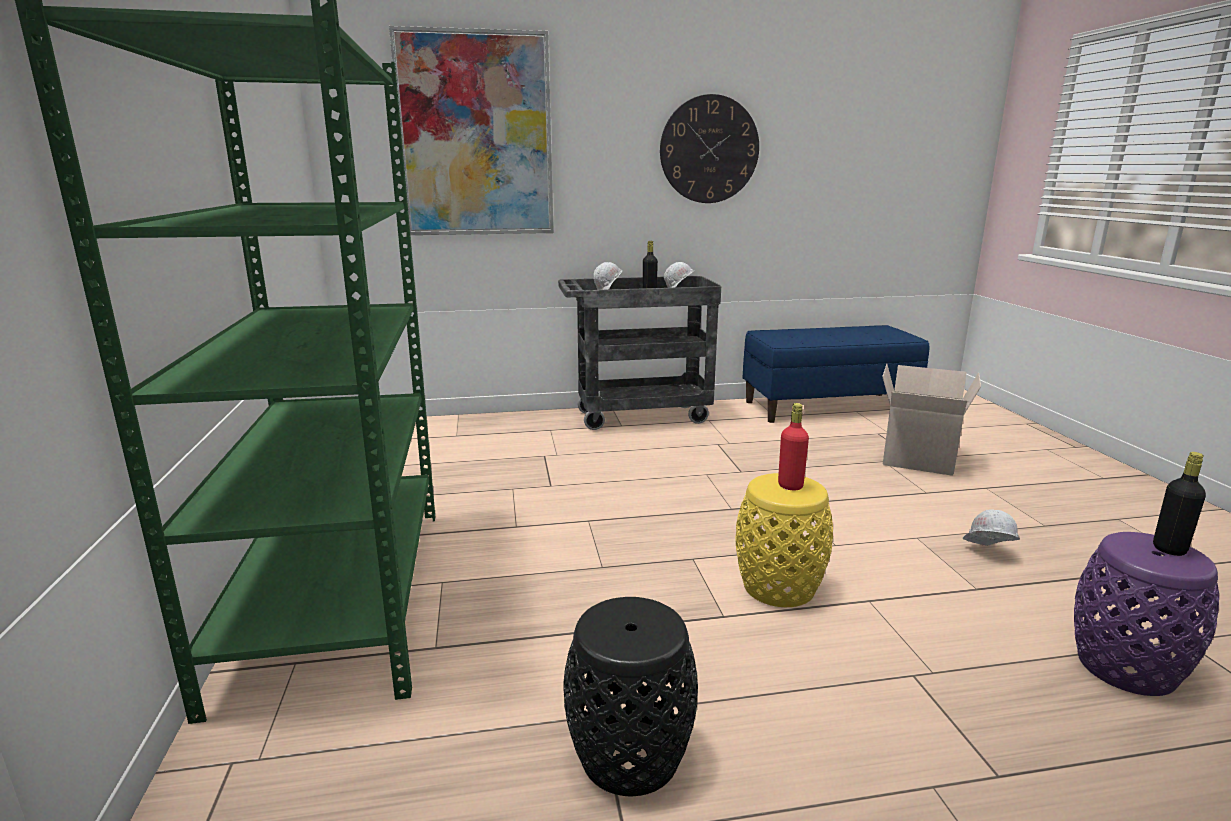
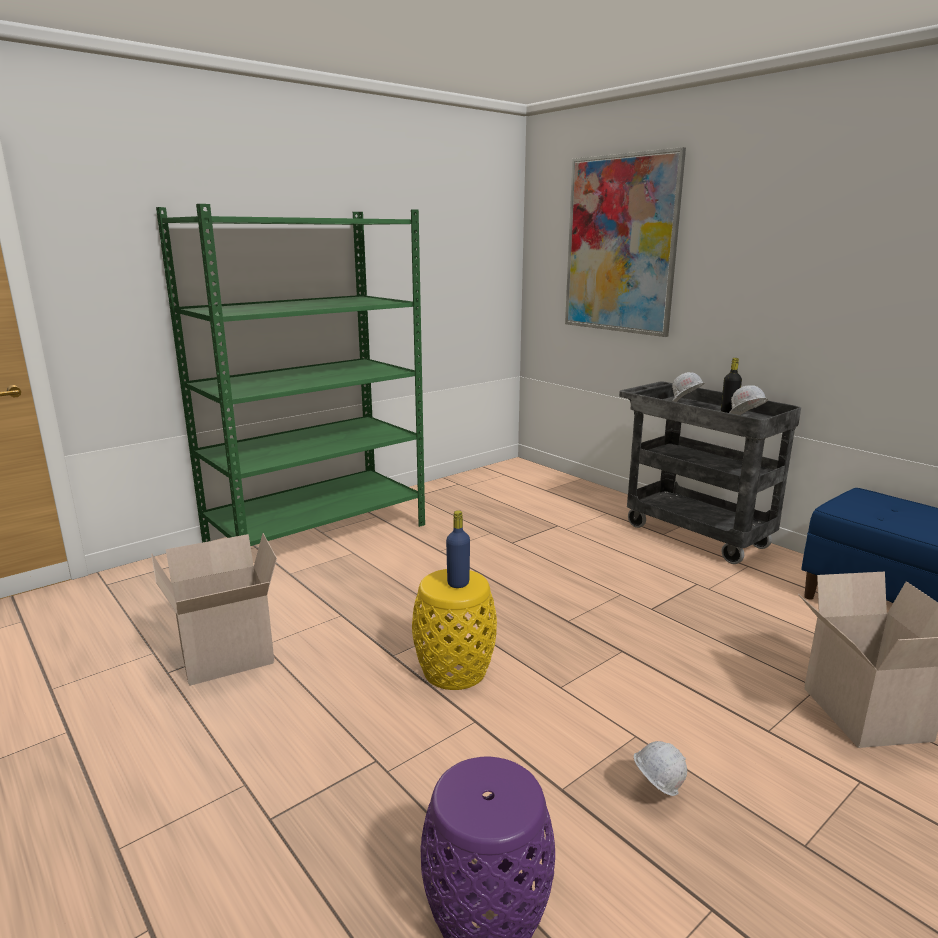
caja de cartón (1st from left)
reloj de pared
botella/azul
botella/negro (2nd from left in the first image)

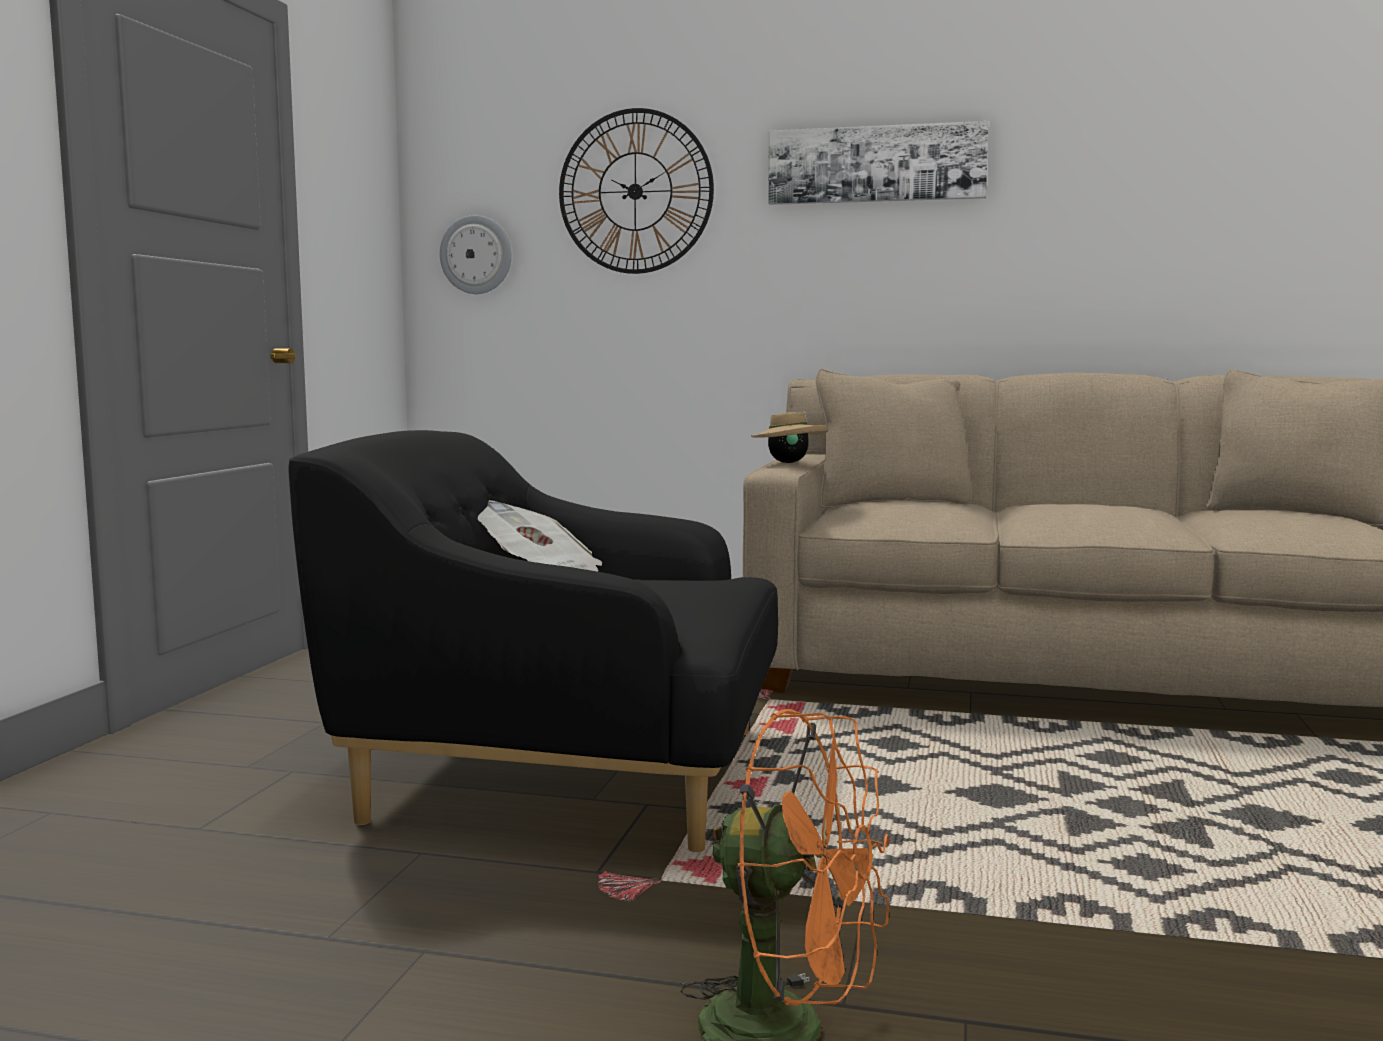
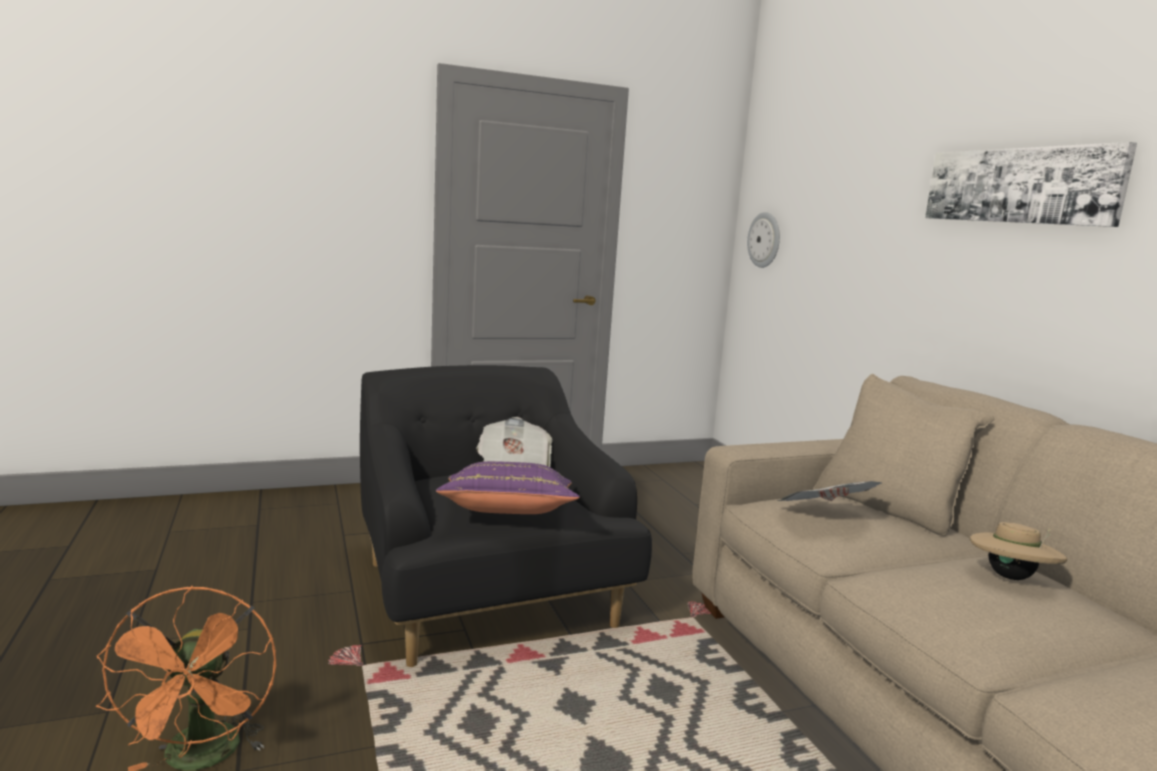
reloj de pared (2nd from left in the first image)
sombrero/beis
cojín/morado
periódico (2nd from left)

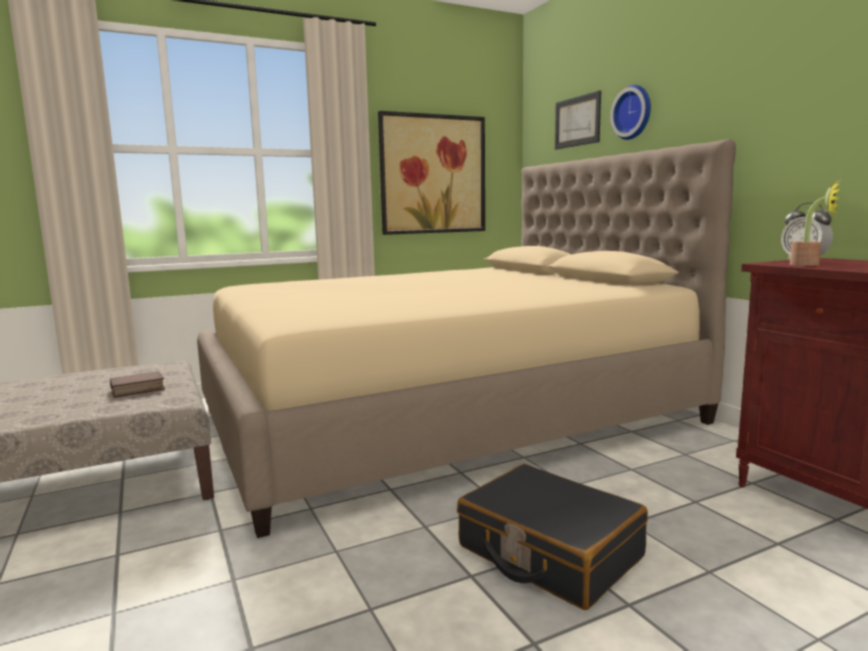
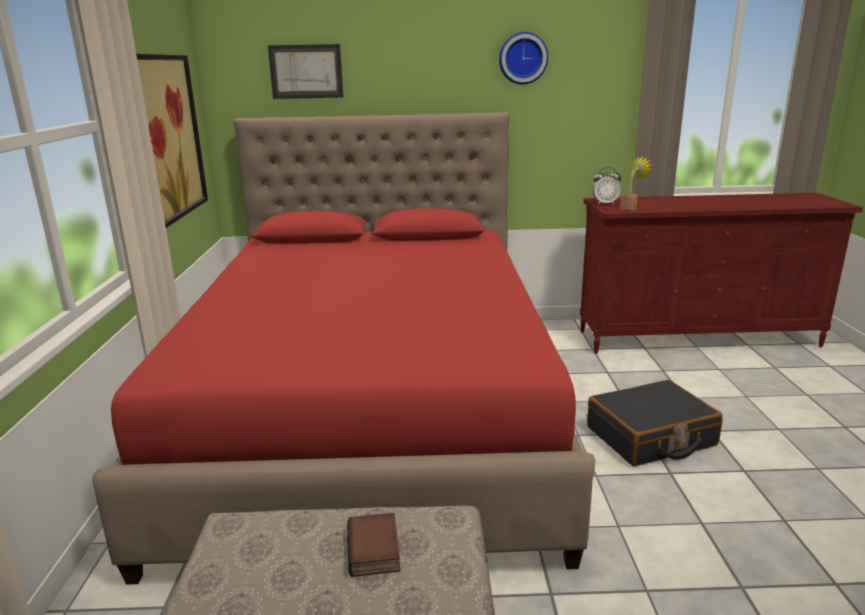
cama/rojo
reloj de pared

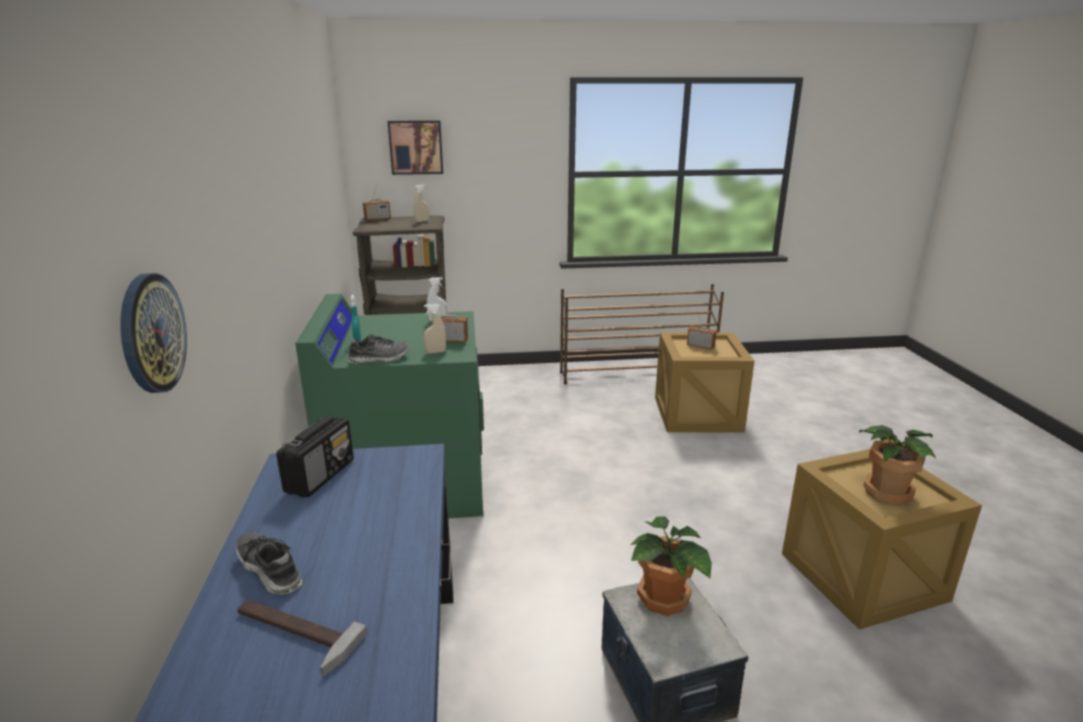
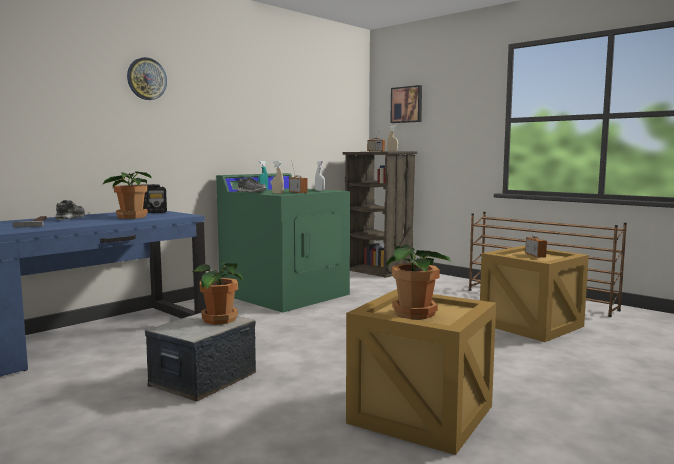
reloj de pared
planta en maceta (1st from left)

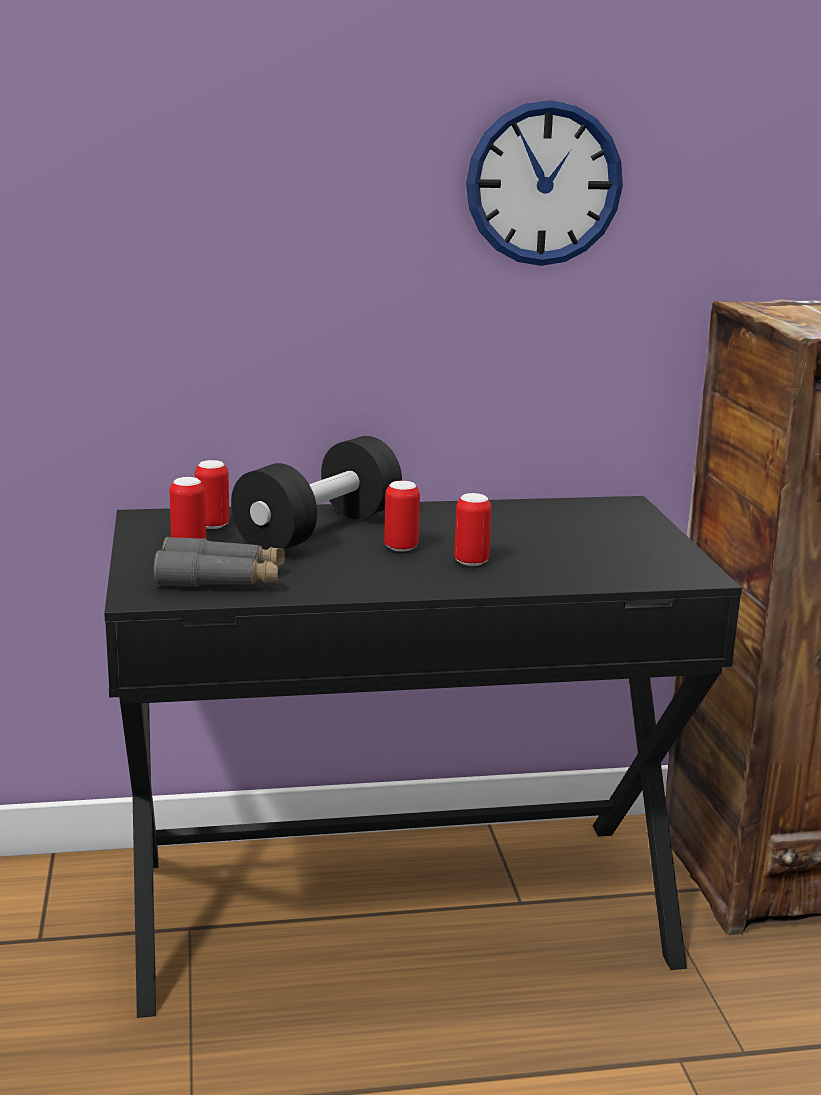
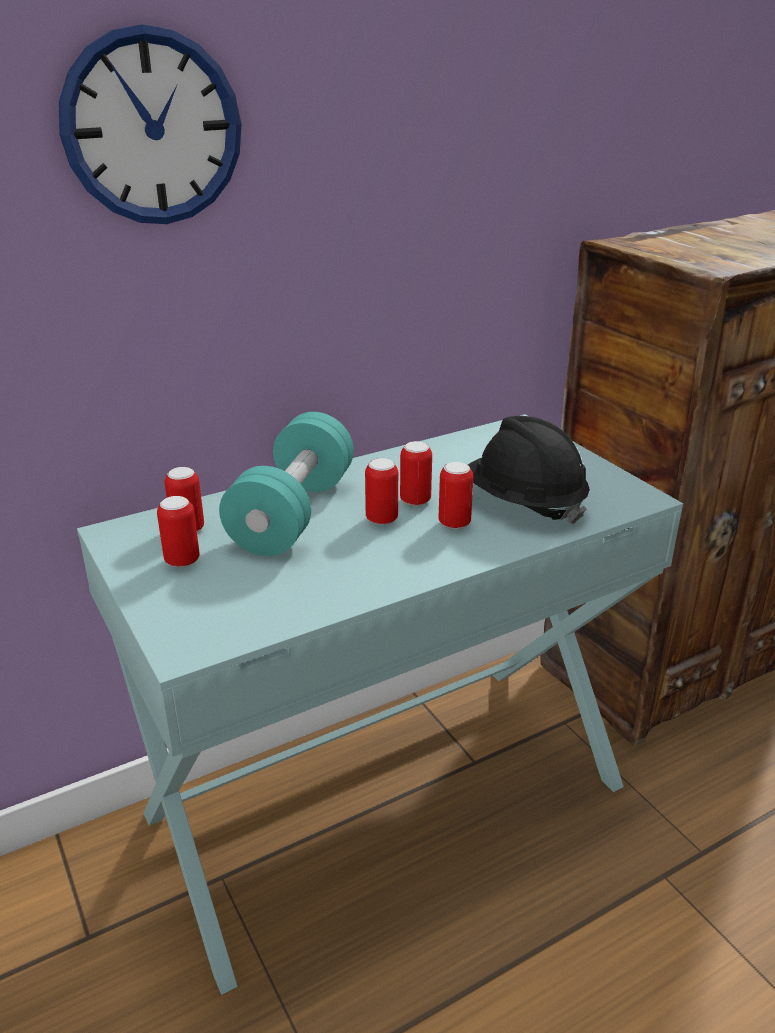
escritorio/turquesa
prismáticos/gris
mancuerna/turquesa
reloj de pared
lata (4th from left)
casco/negro

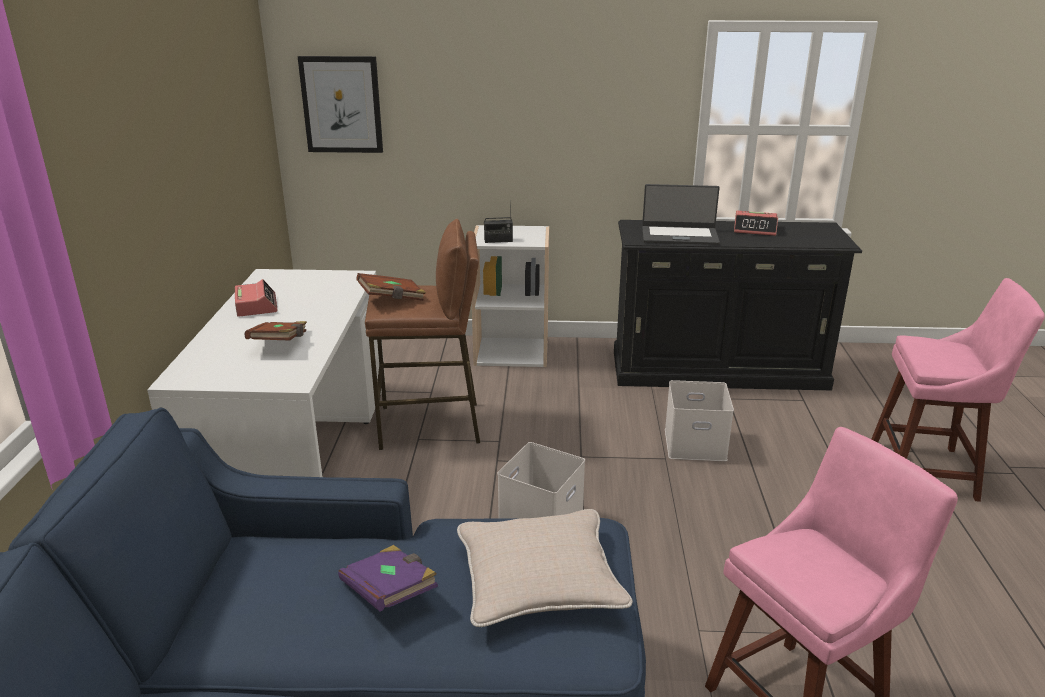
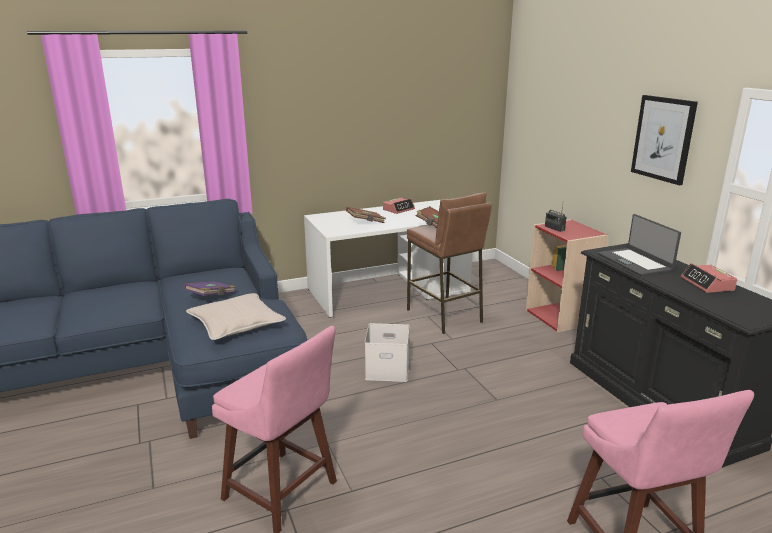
cuadro
estantería/rojo
caja de almacenaje/blanco (2nd from left in the first image)

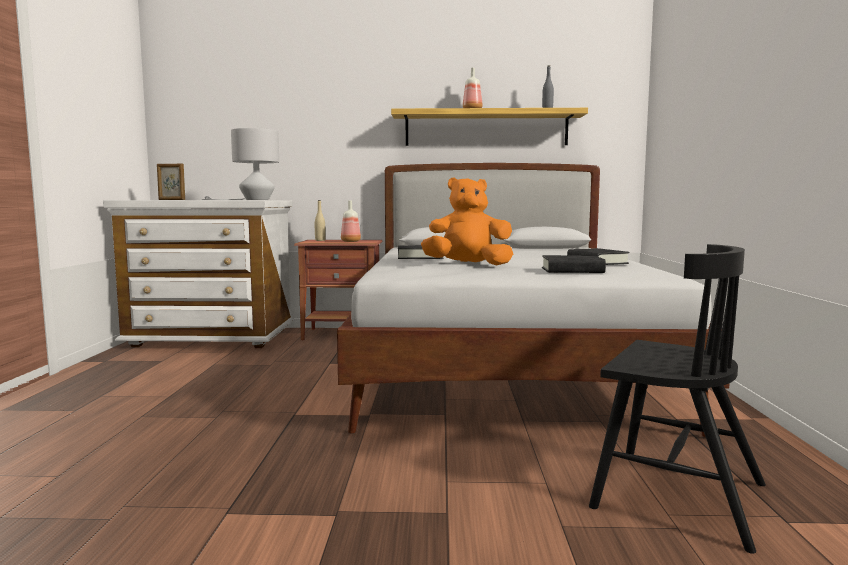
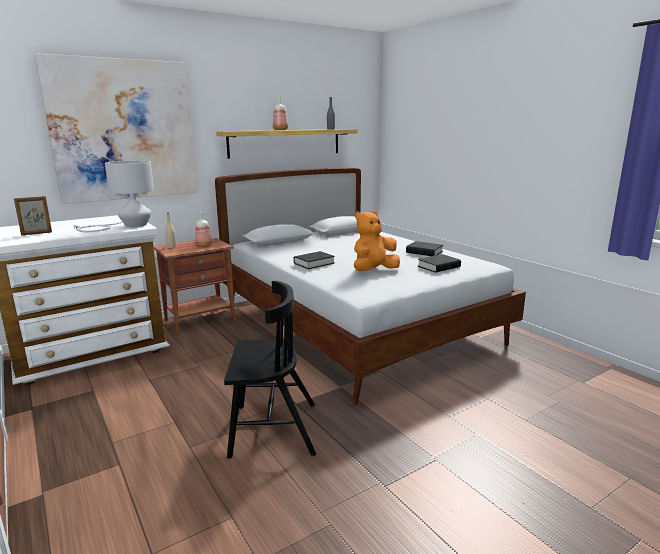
silla/negro
cuadro

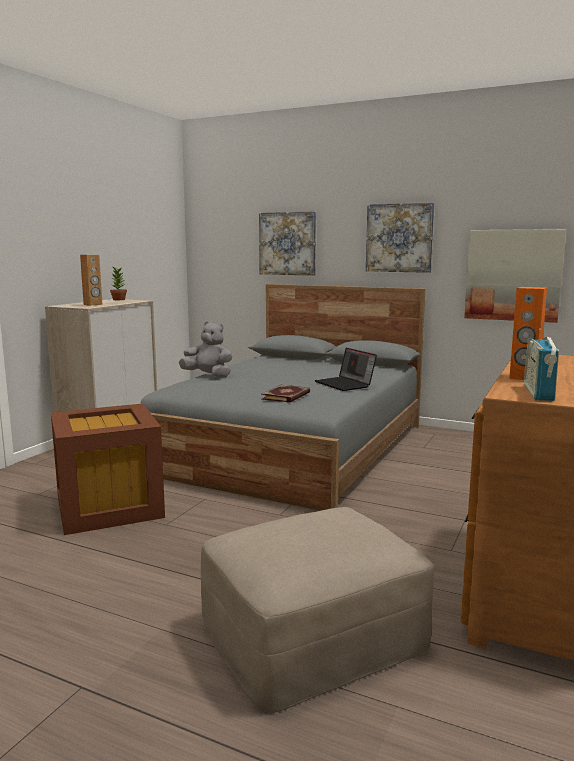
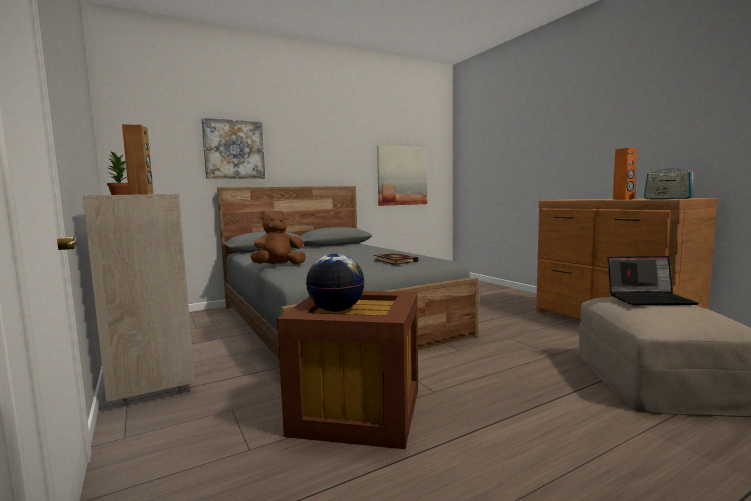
peluche/marrón
portátil
cuadro (2nd from left in the first image)
globo terráqueo

